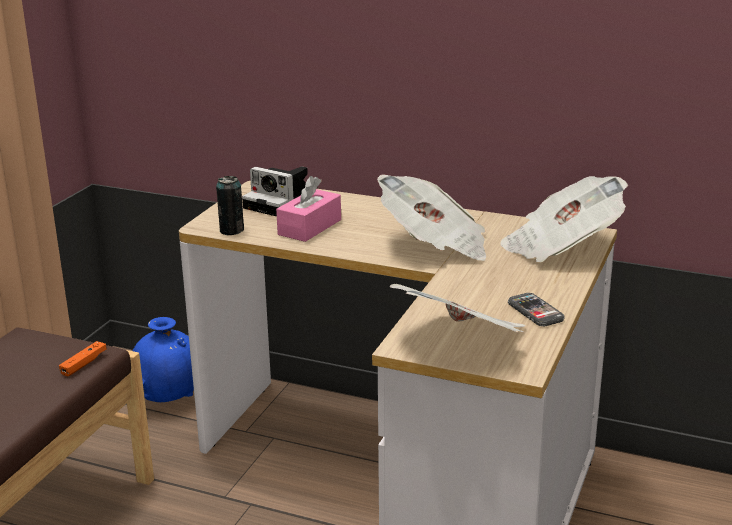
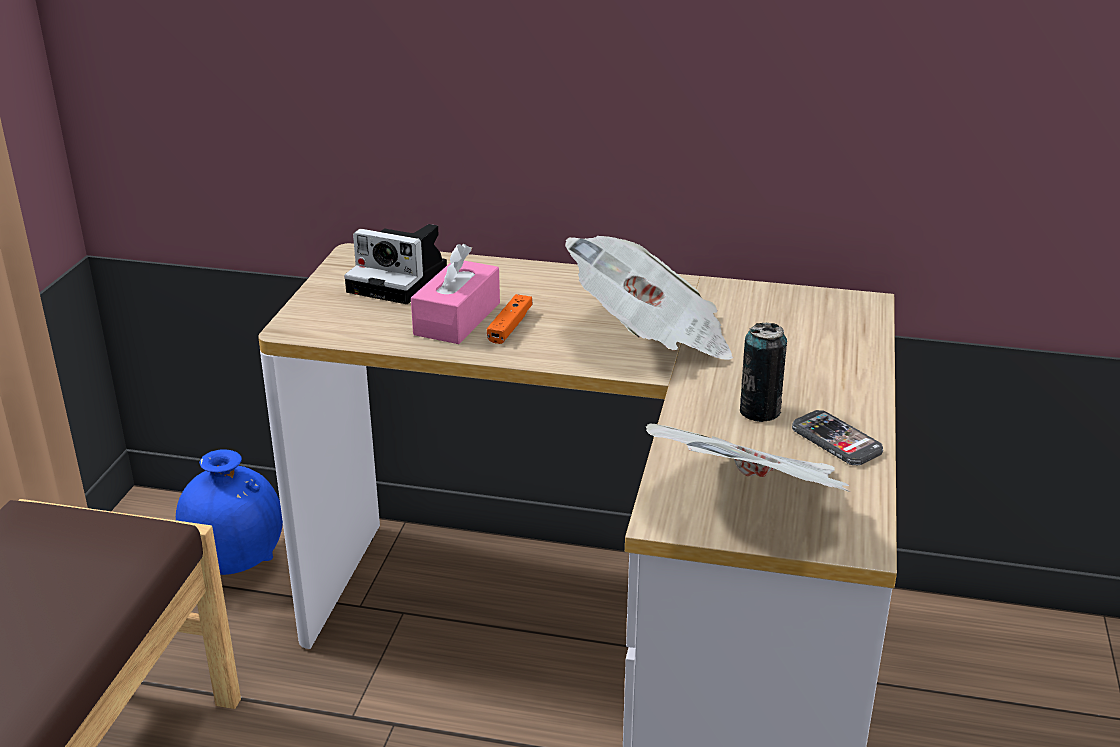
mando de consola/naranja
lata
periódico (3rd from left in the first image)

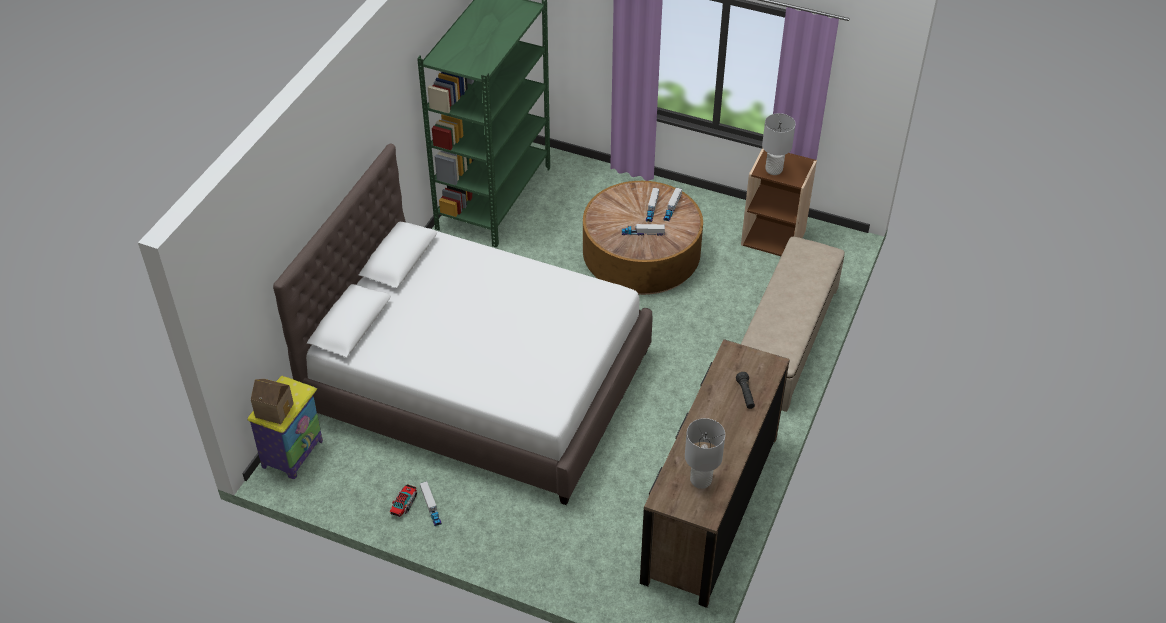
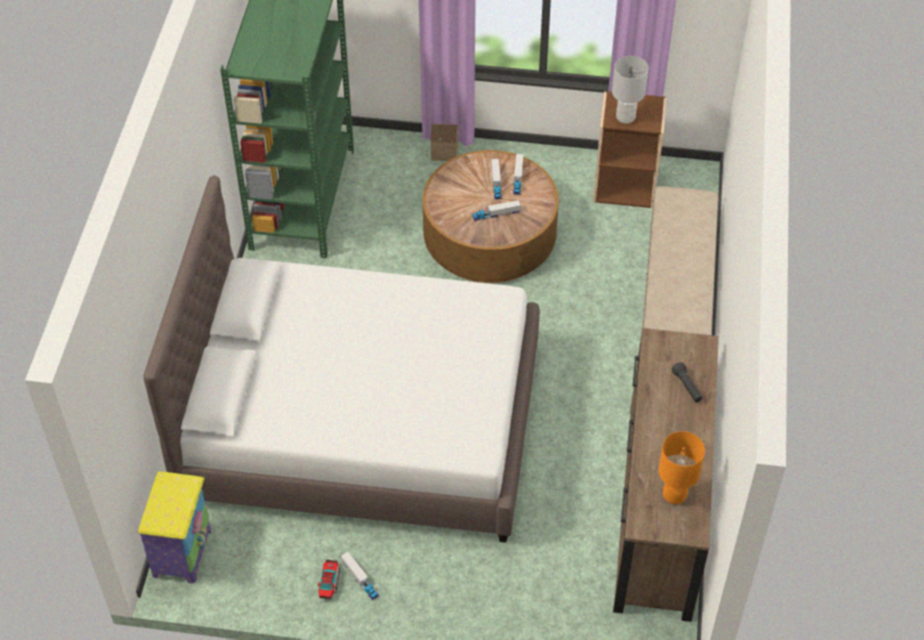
casita
lámpara de mesa/naranja

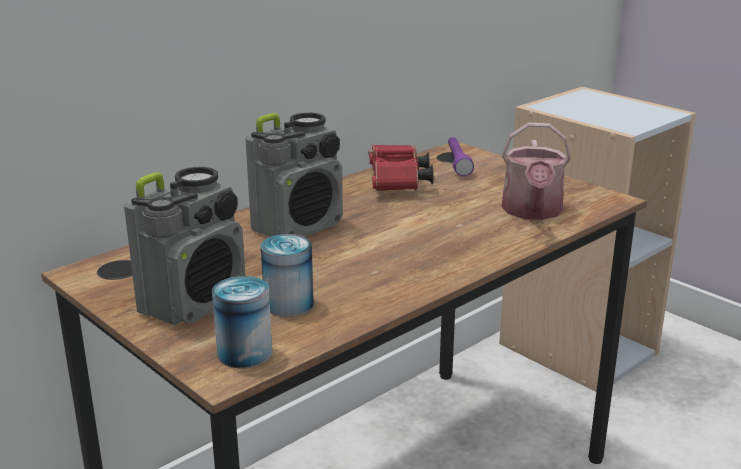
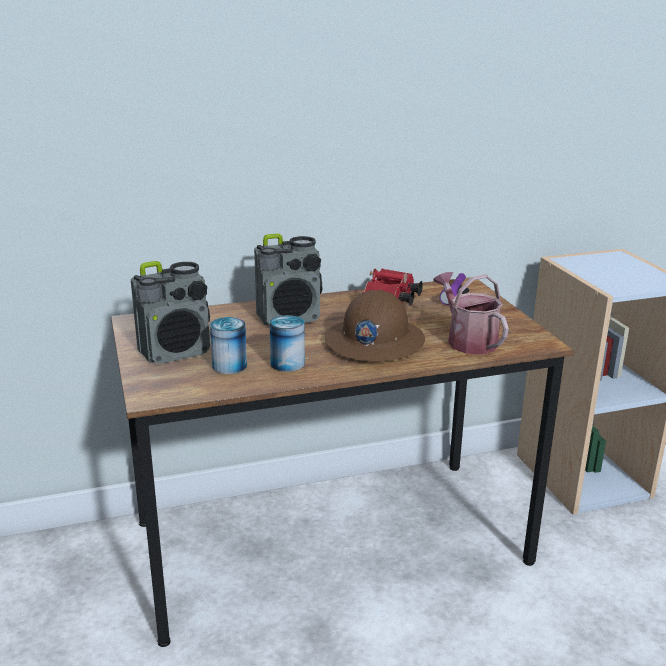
lata (2nd from left)
regadera
casco/marrón

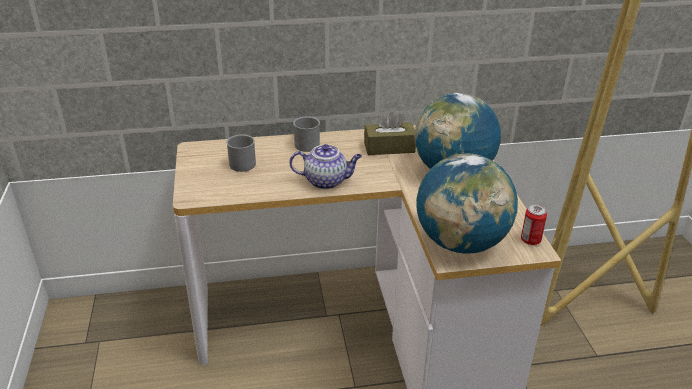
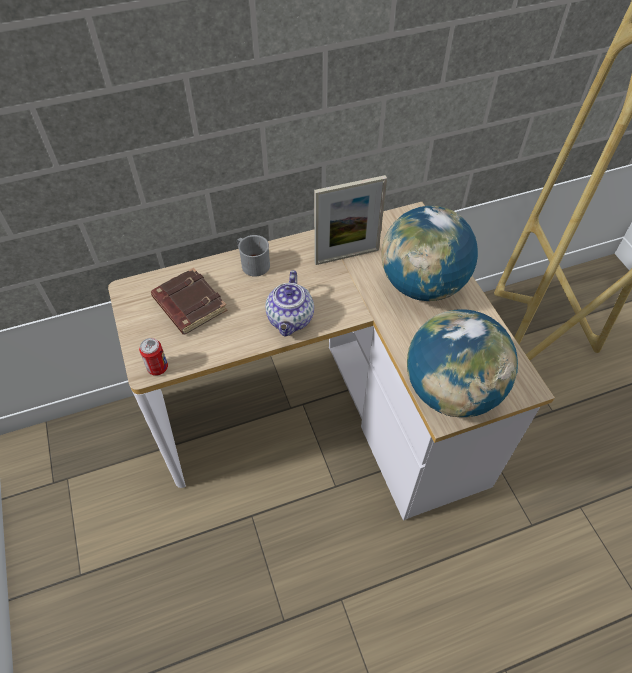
libro/marrón
tetera
portarretratos
lata

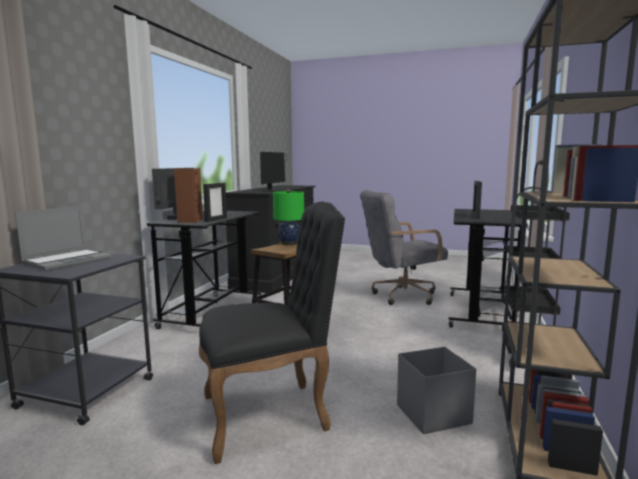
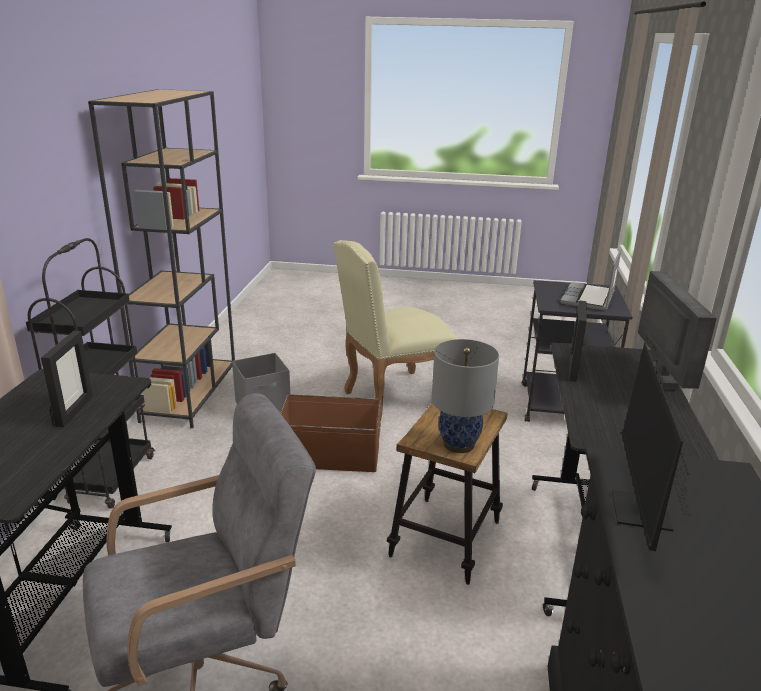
altavoz/marrón
silla/beis
lámpara de mesa/gris
caja de almacenaje/marrón

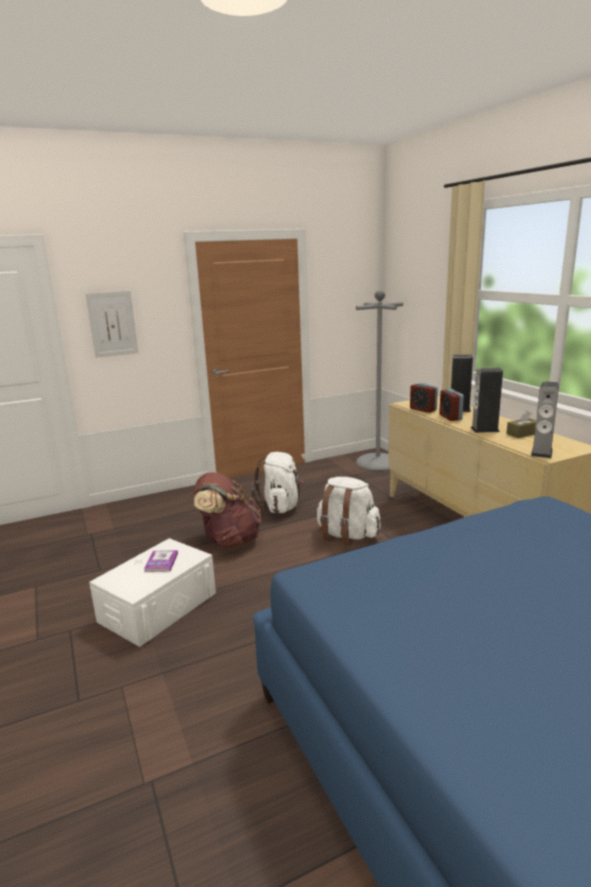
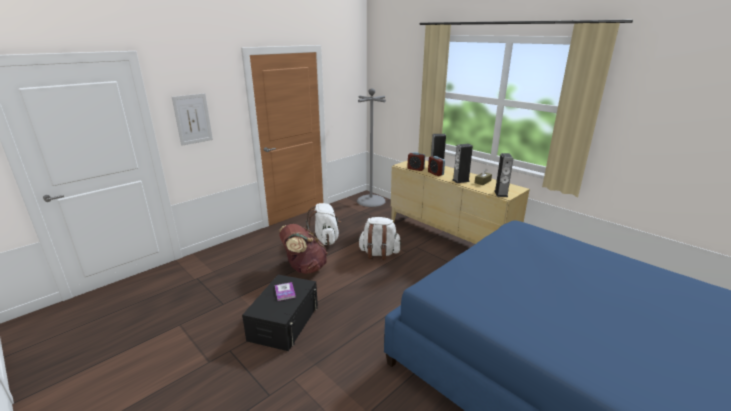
caja de almacenaje/negro

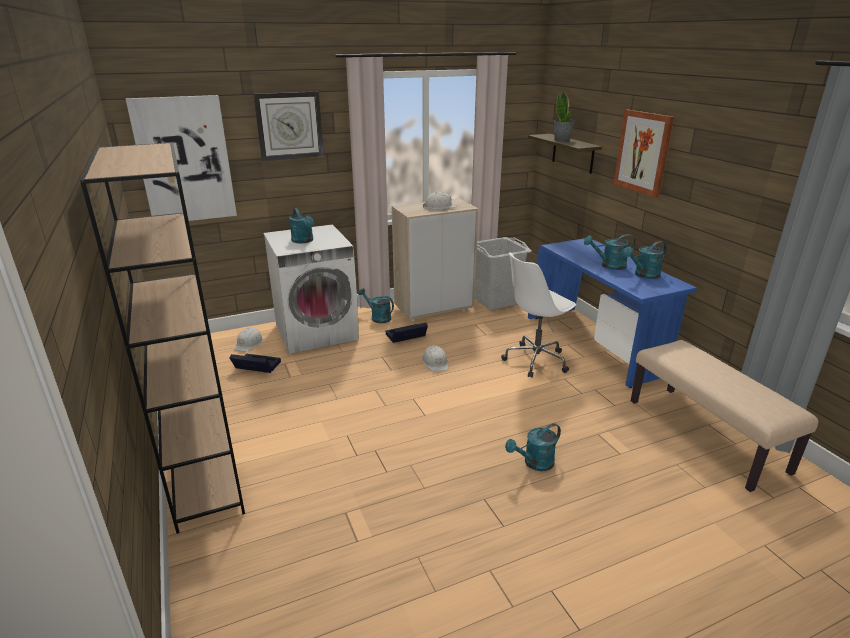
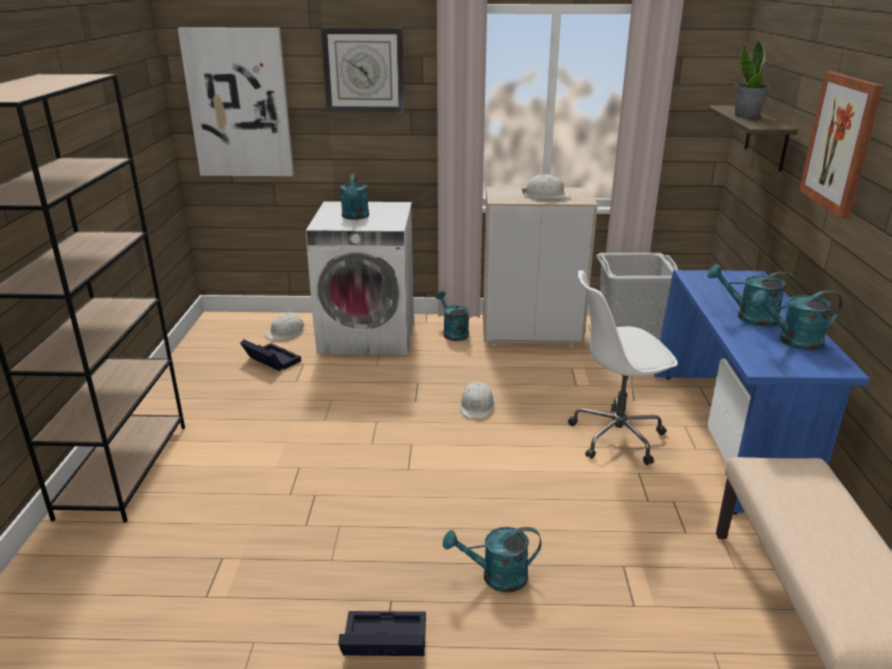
caja de almacenaje/negro (2nd from left)

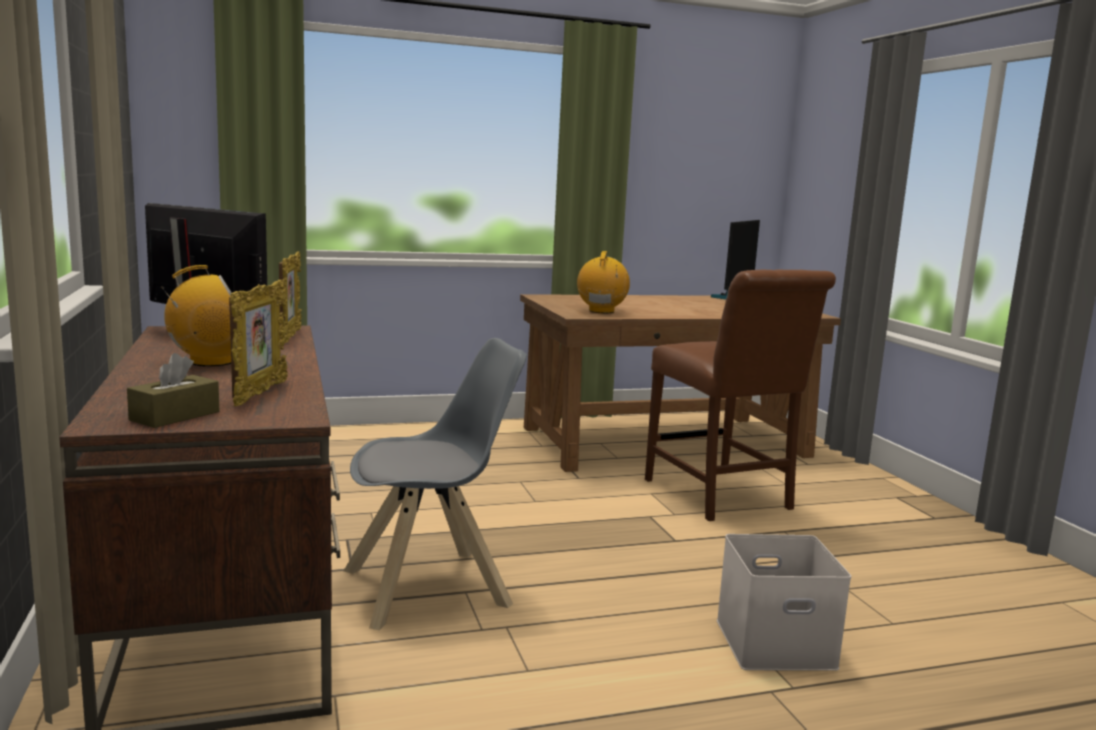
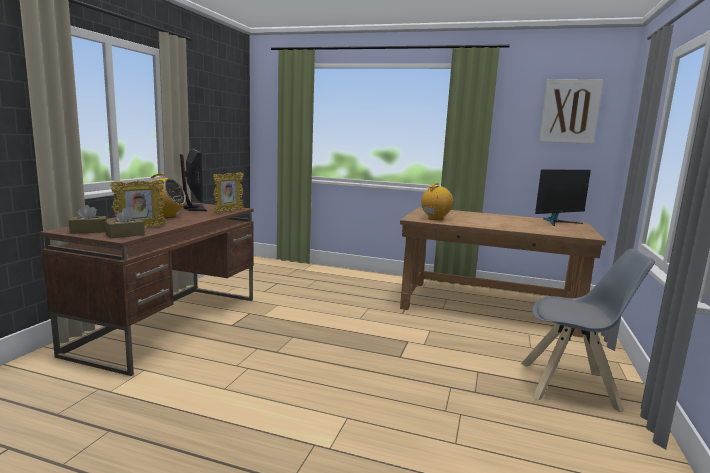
silla/gris
silla/marrón
caja de almacenaje/blanco
caja de pañuelos/marrón (2nd from left)
cuadro

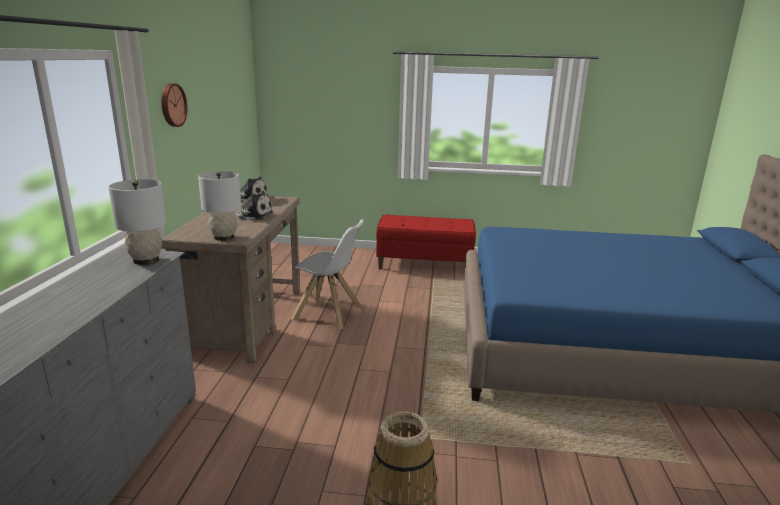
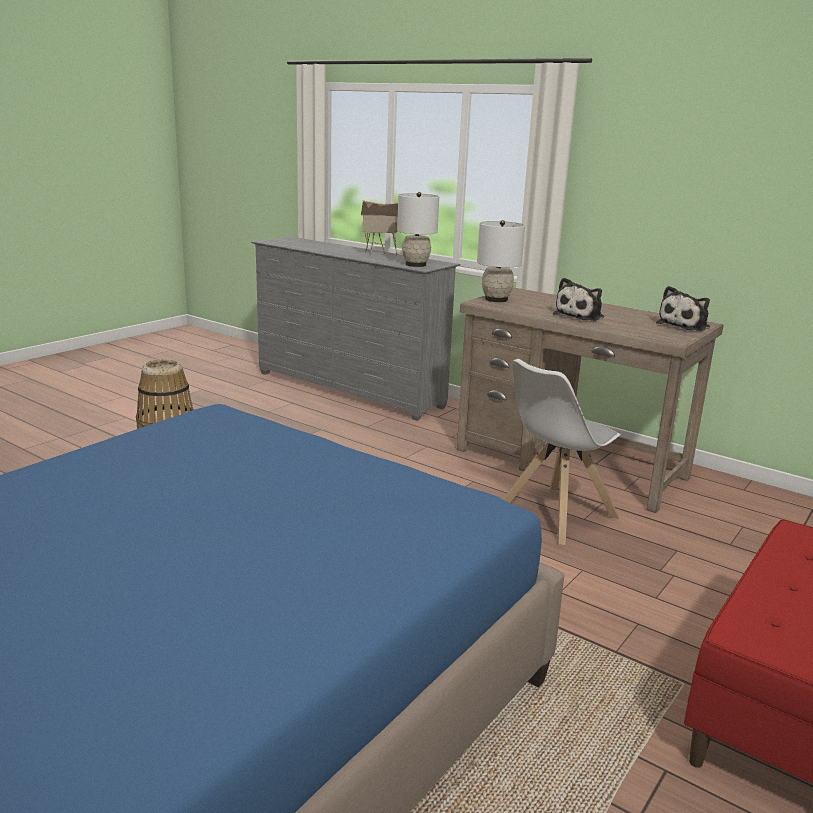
reloj de pared
casita

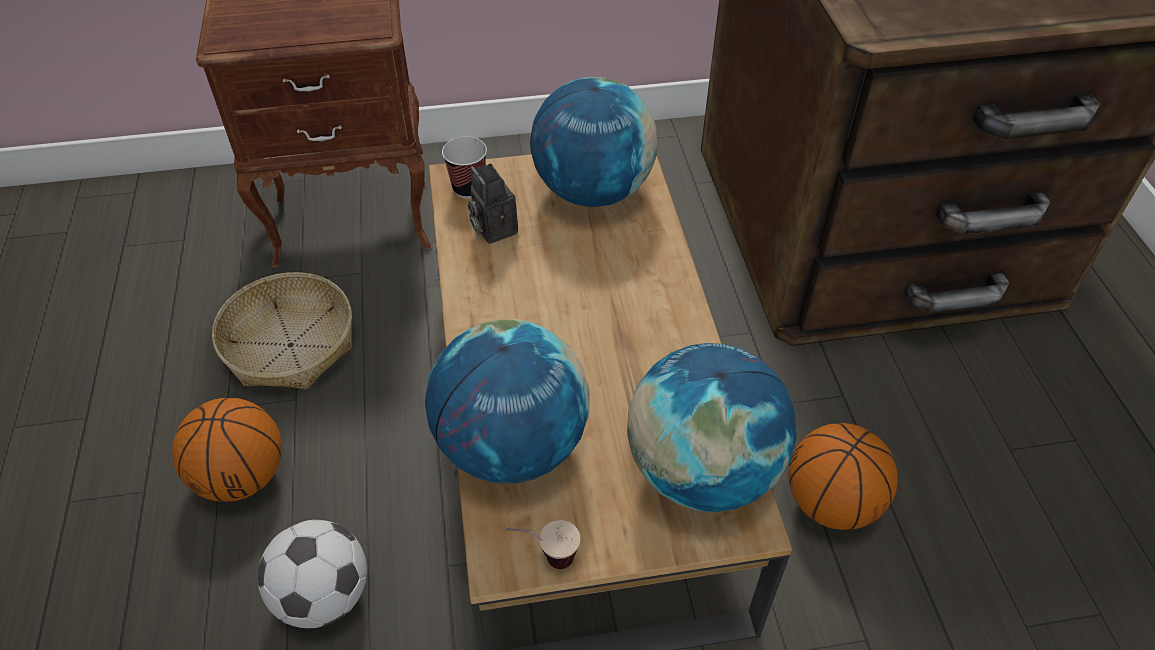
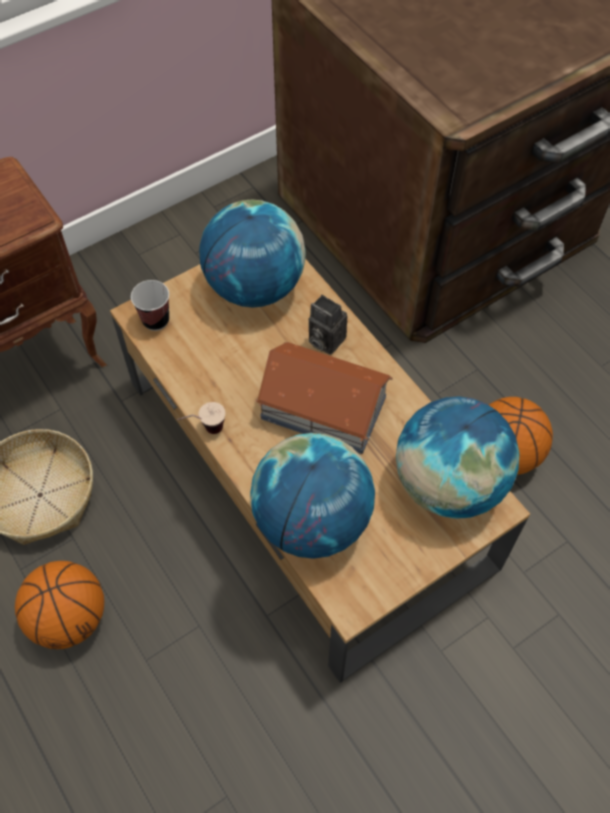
balón de fútbol
cámara
taza (2nd from left)
casita

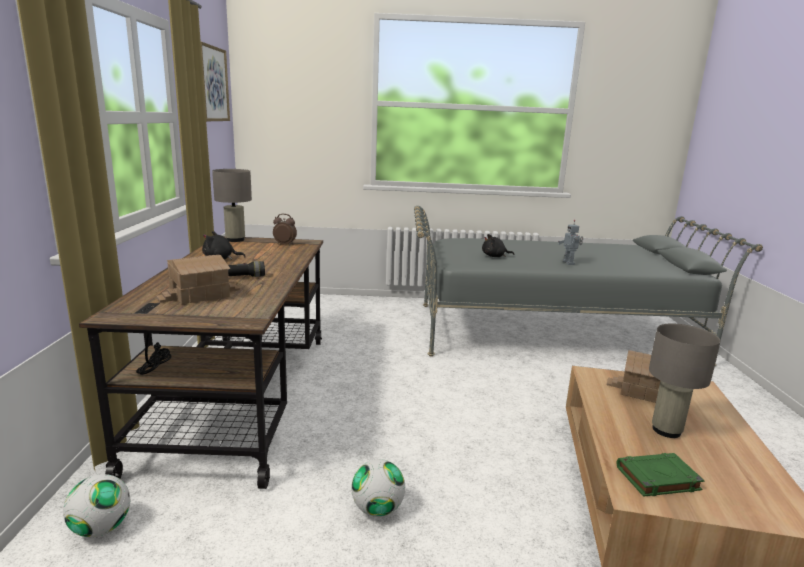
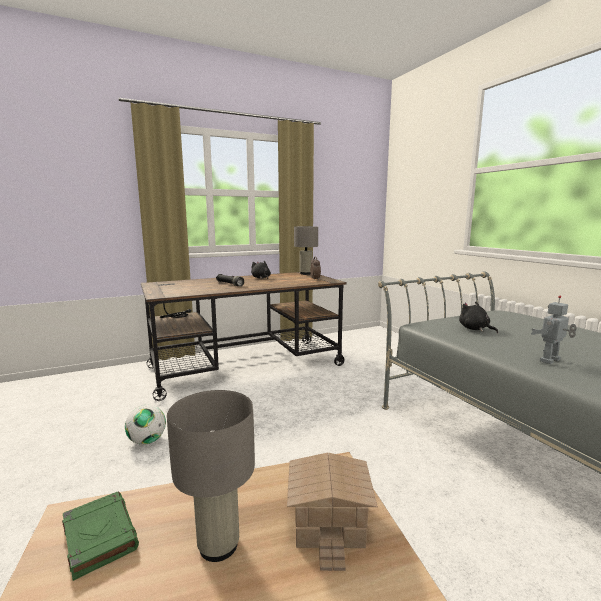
balón de fútbol (1st from left in the first image)
casita (1st from left in the first image)
cuadro

